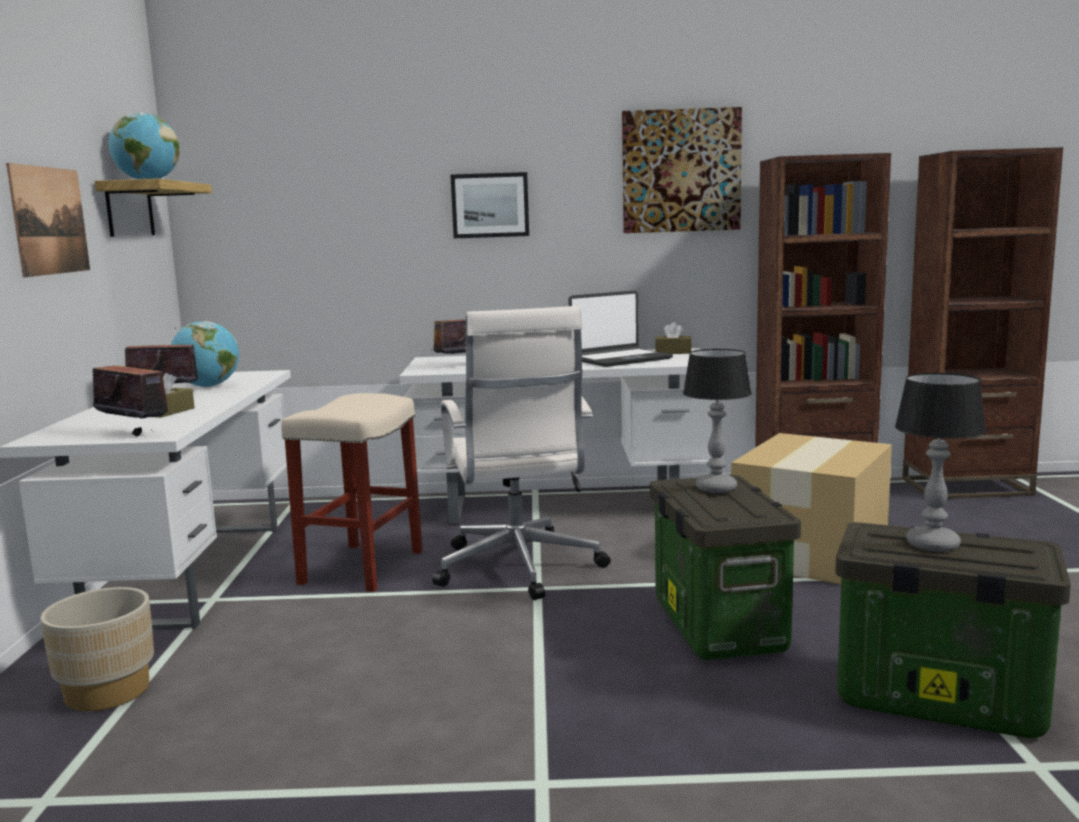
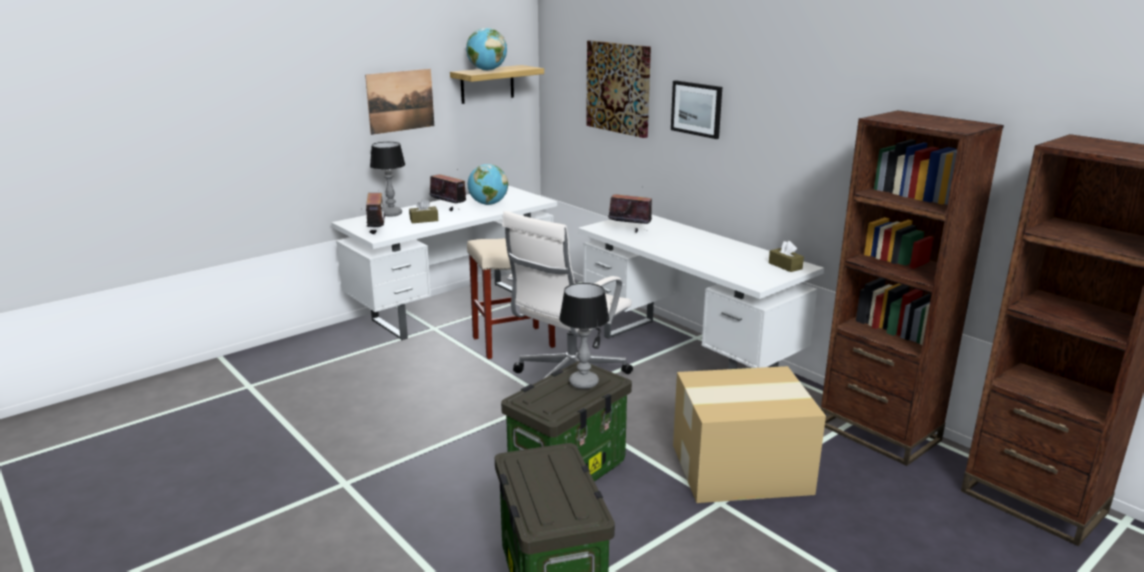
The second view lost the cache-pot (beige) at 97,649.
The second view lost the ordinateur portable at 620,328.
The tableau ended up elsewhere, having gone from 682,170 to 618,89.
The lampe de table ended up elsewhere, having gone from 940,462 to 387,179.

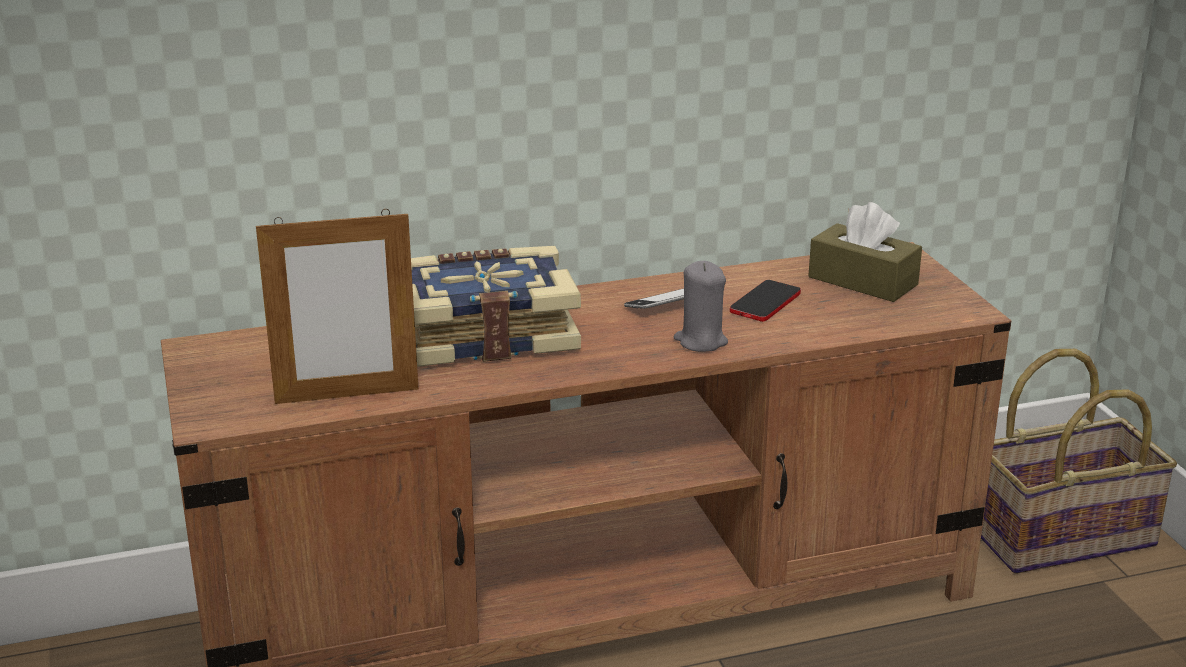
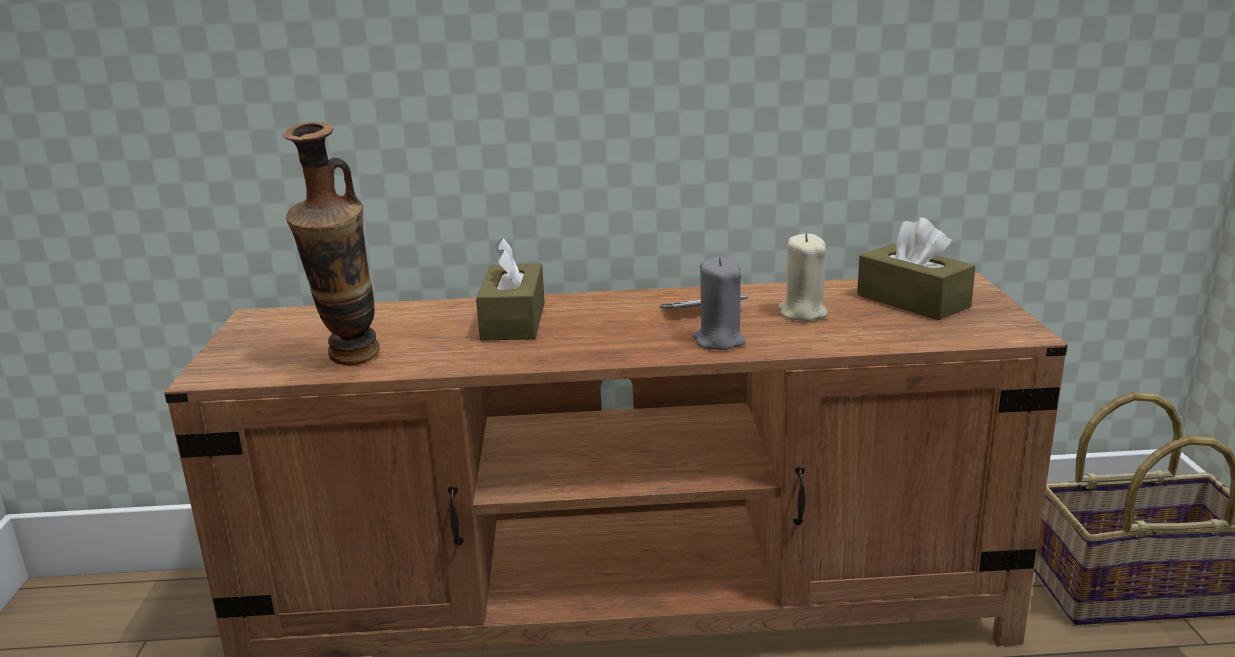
Where the cadre photo stood at 337,306, the vase came to stand at 331,244.
Where the livre stood at 496,306, the boîte à mouchoirs (marron) came to stand at 510,289.
Where the téléphone stood at 765,301, the bougie (beige) came to stand at 803,277.

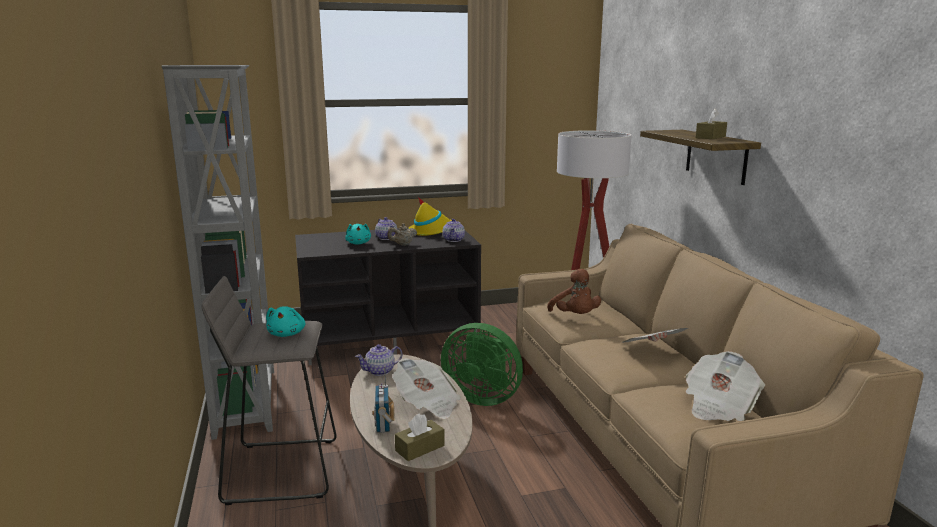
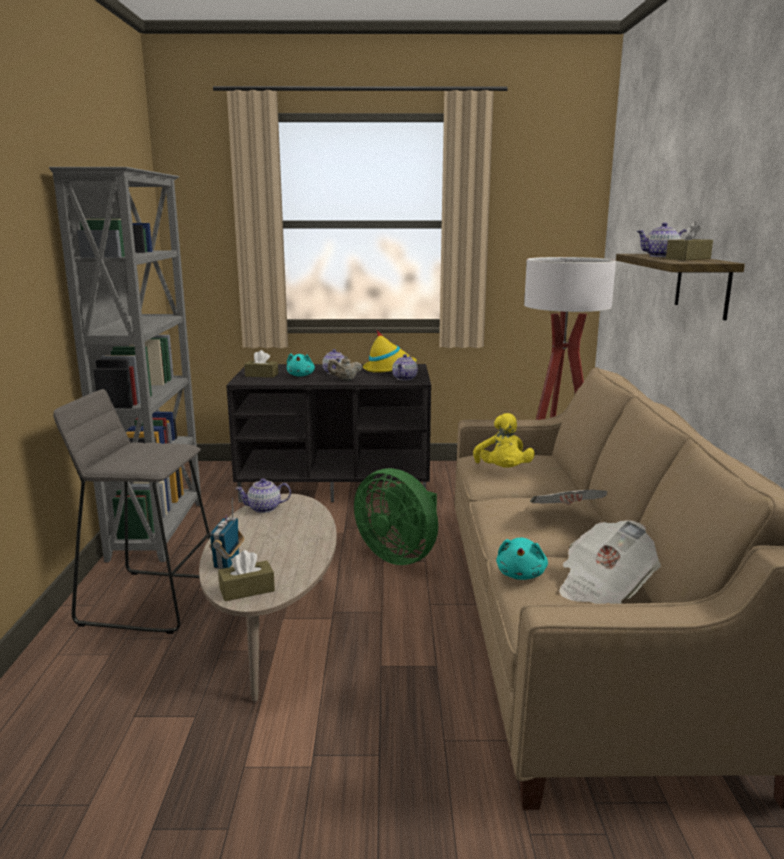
The peluche (turquoise) ended up elsewhere, having gone from 285,321 to 522,559.
The second view lost the journal at 426,388.
What was the peluche (marron) at 574,291 turned into the peluche (jaune) at 504,440.
The second view gained the boîte à mouchoirs (marron) at 261,364.
The second view gained the théière at 661,240.

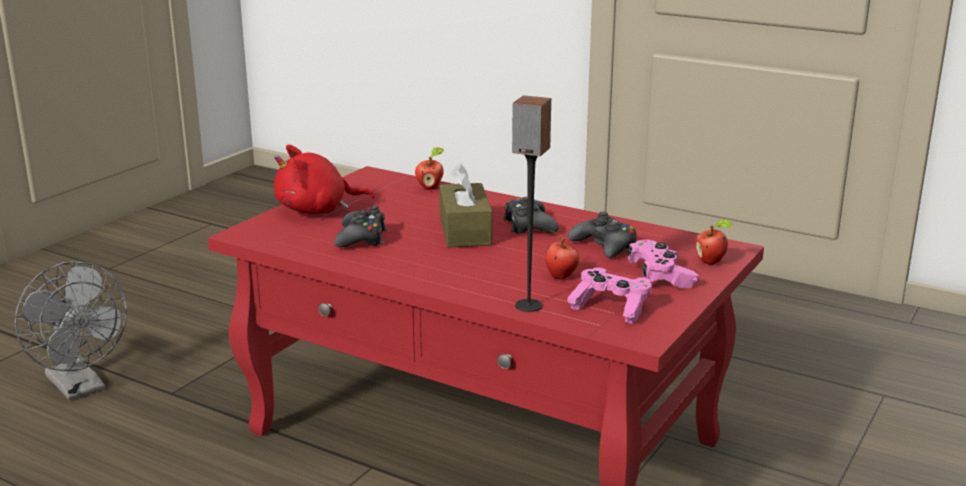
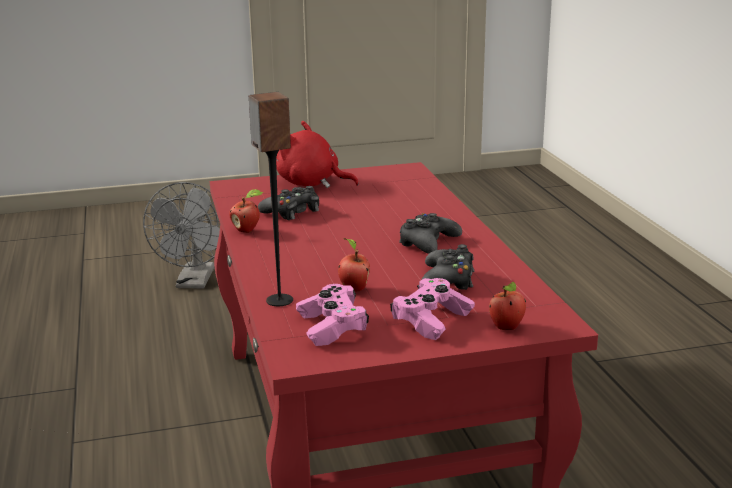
The pomme ended up elsewhere, having gone from 429,168 to 246,211.
The second view lost the boîte à mouchoirs (marron) at 465,205.

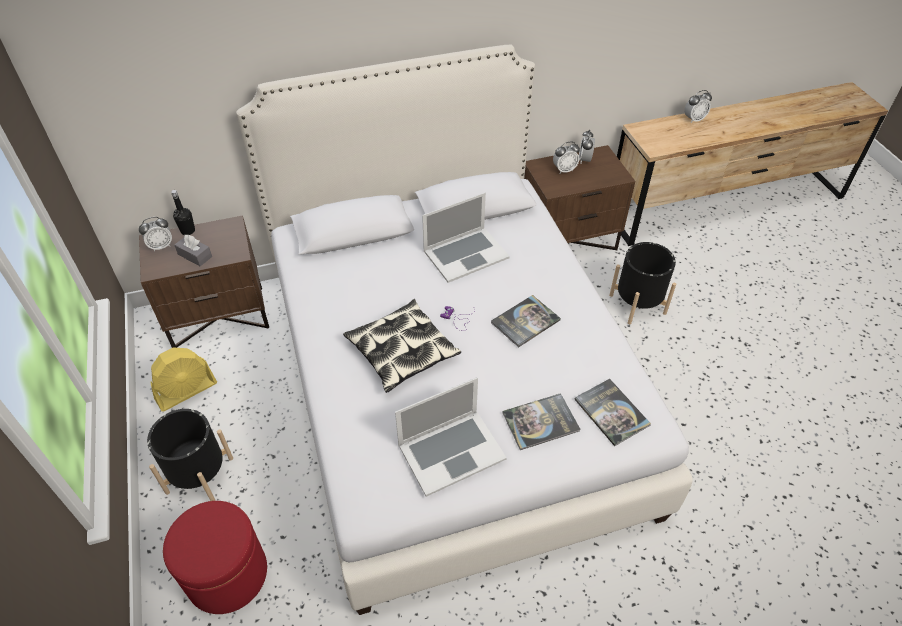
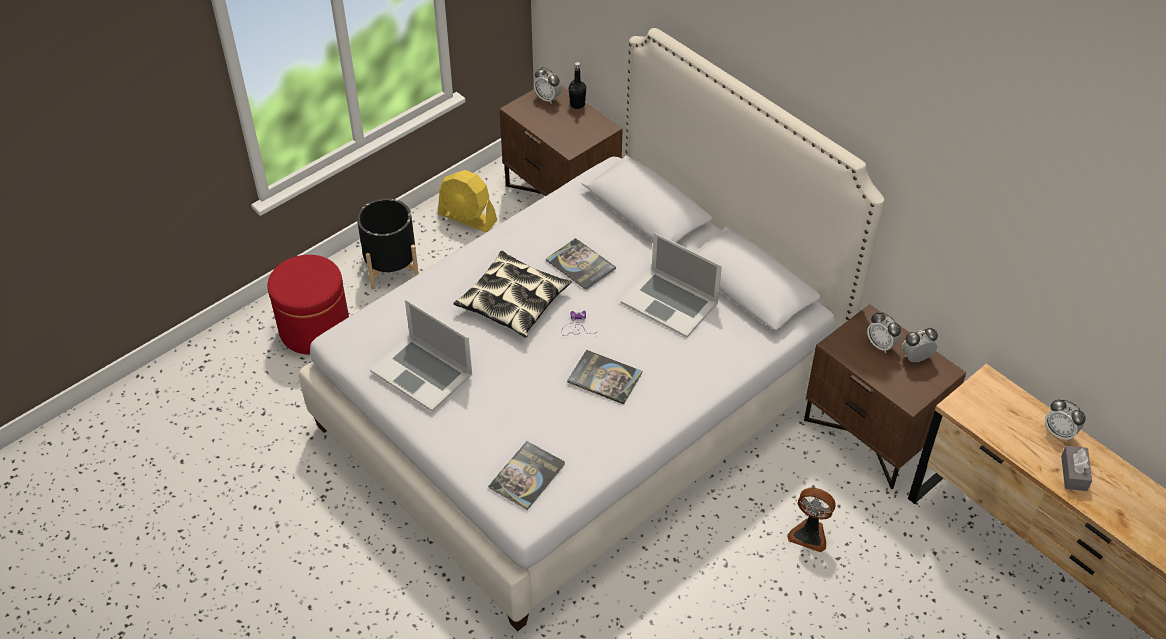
The boîte à mouchoirs (gris) ended up elsewhere, having gone from 193,250 to 1076,468.
The livre ended up elsewhere, having gone from 541,421 to 581,264.
Where the cache-pot (noir) stood at 642,283, the ventilateur came to stand at 811,520.

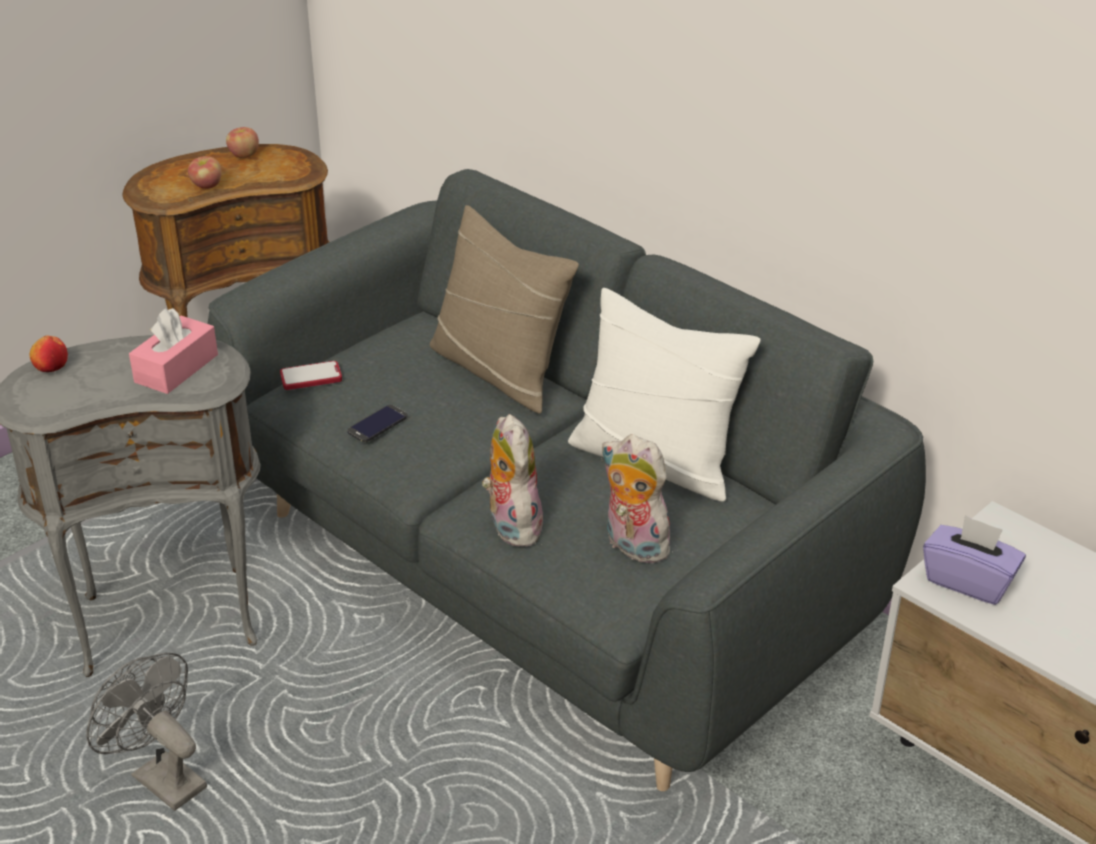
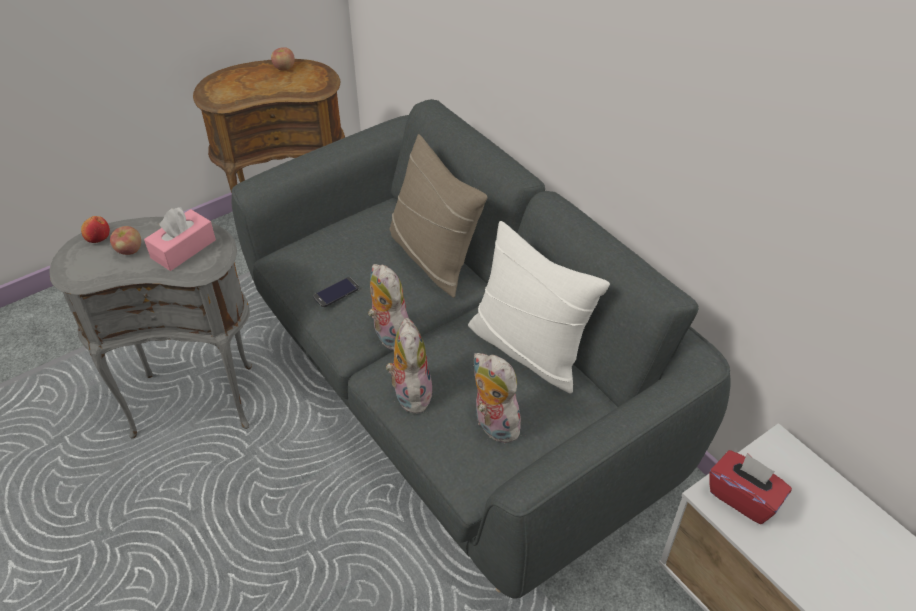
The second view lost the ventilateur (gris) at 147,732.
The pomme ended up elsewhere, having gone from 204,172 to 125,240.
The second view lost the téléphone at 311,375.
What was the boîte à mouchoirs (violet) at 974,560 turned into the boîte à mouchoirs (rouge) at 750,487.
The second view gained the peluche at 388,307.

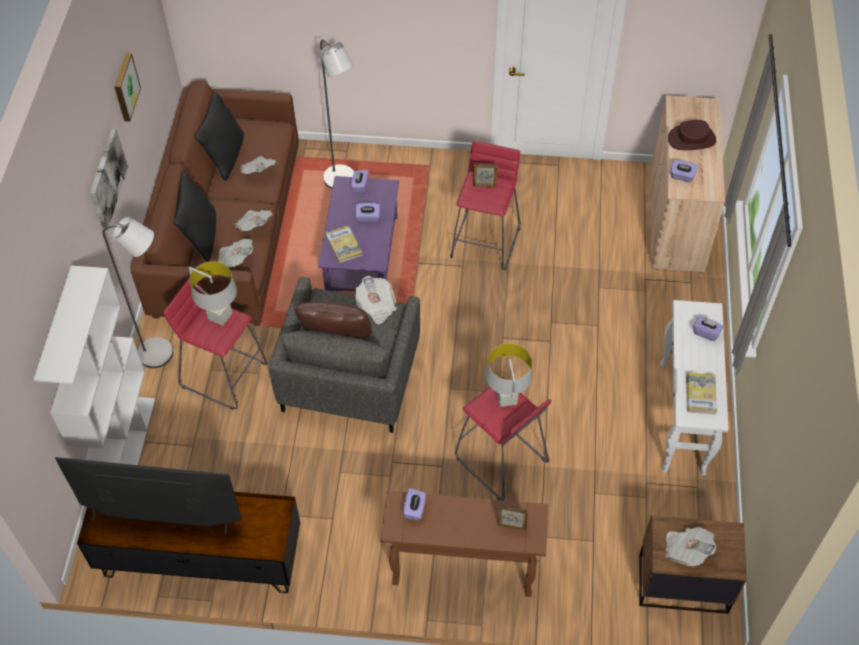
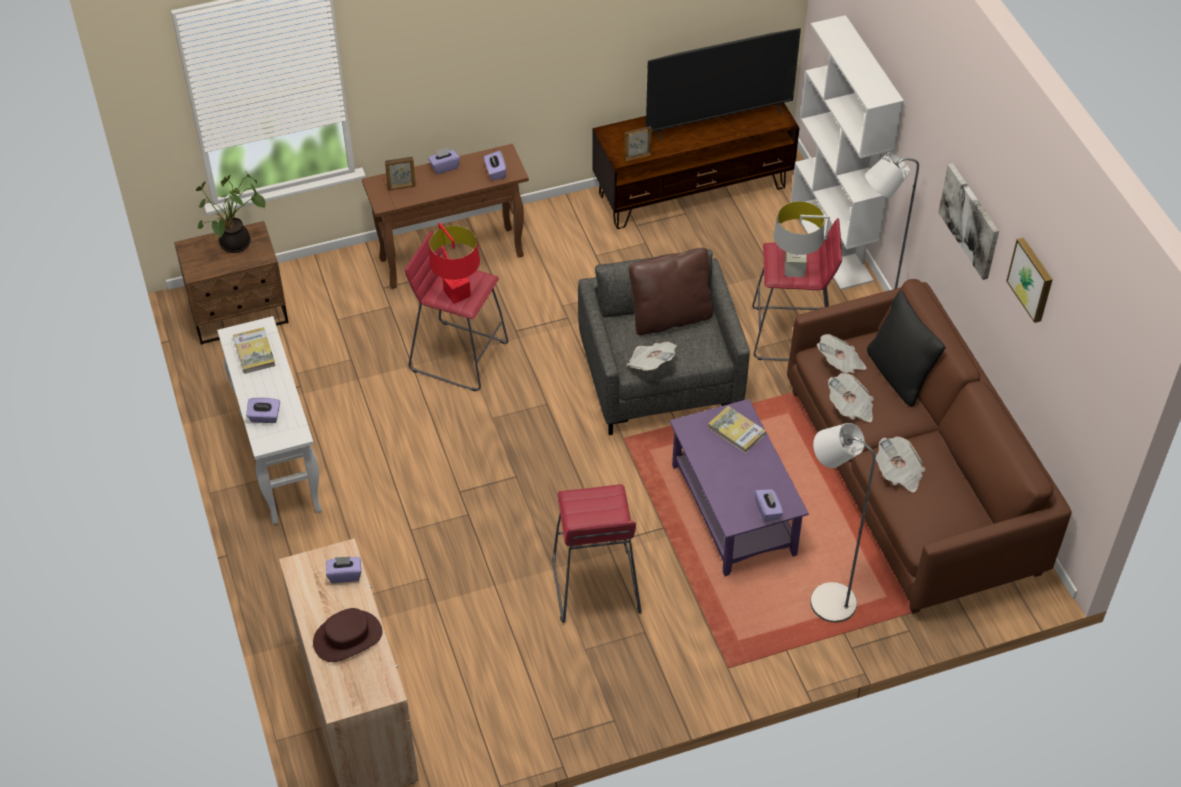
The second view lost the coussin (noir) at 219,136.
The boîte à mouchoirs (violet) ended up elsewhere, having gone from 368,212 to 444,161.
The cadre photo ended up elsewhere, having gone from 485,175 to 638,143.
What was the lampe de table (gris) at 508,375 turned into the lampe de table (rouge) at 454,263.
Where the journal stood at 690,546, the plante en pot came to stand at 231,212.

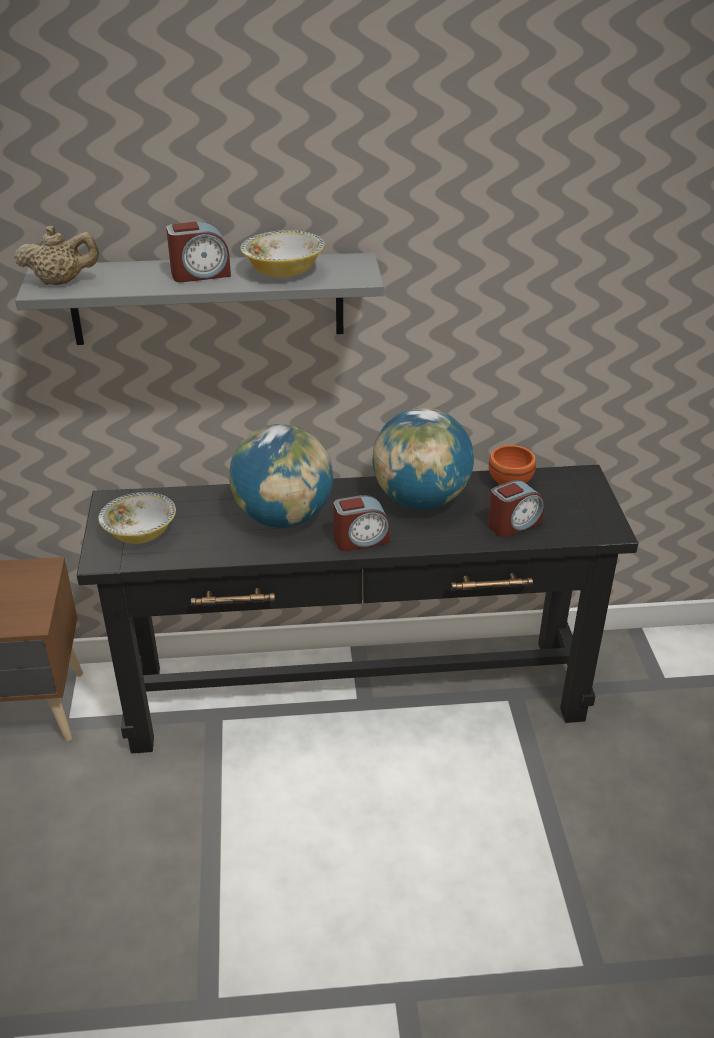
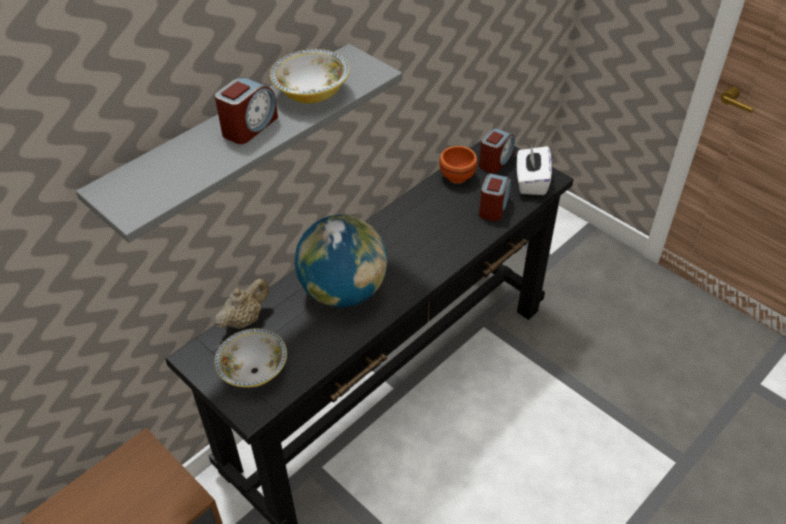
The théière (beige) ended up elsewhere, having gone from 56,255 to 242,304.
The réveil ended up elsewhere, having gone from 361,523 to 497,151.
The second view lost the globe at 423,458.
The second view gained the boîte à mouchoirs (blanc) at 534,170.

